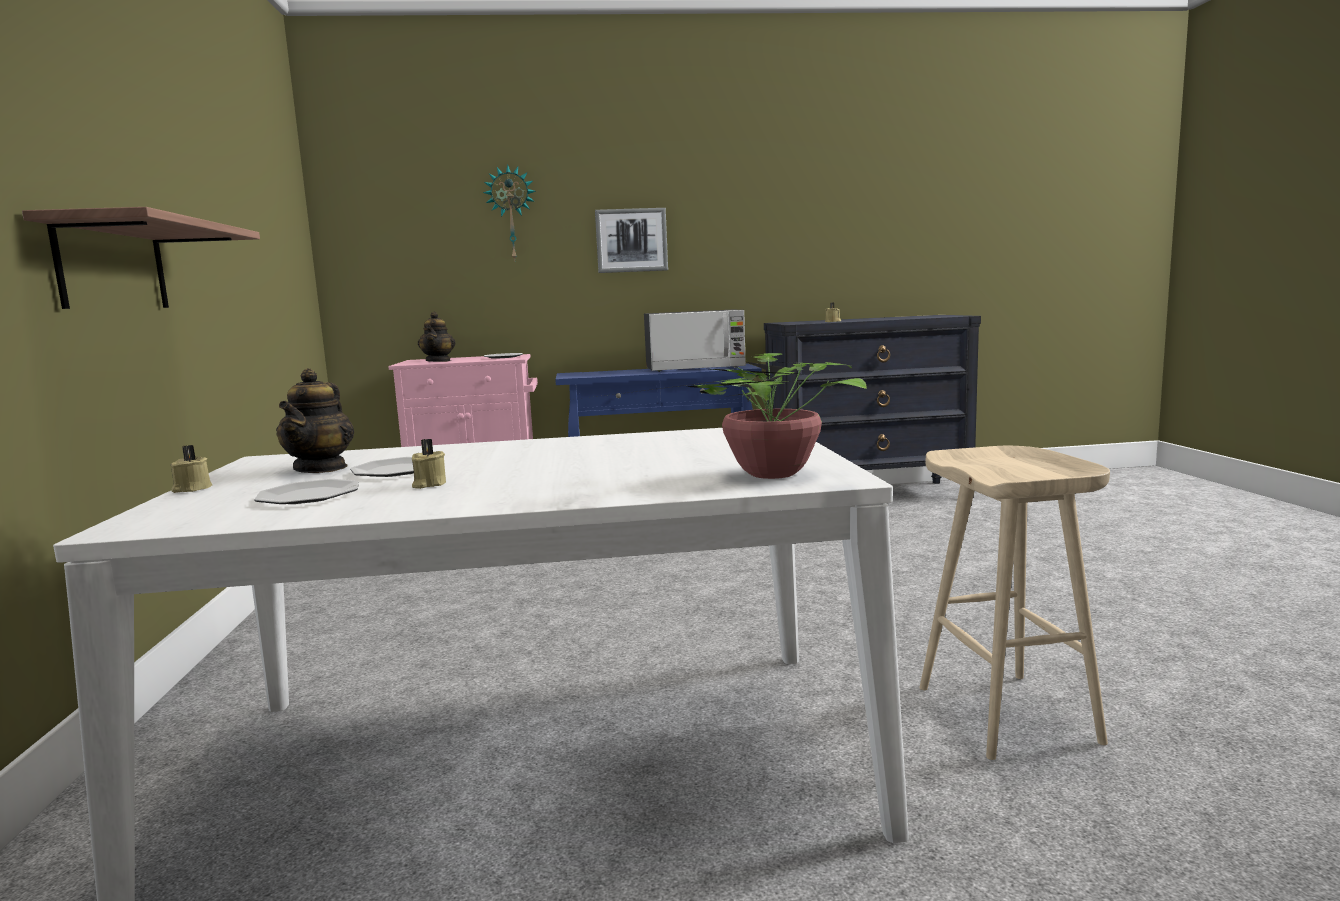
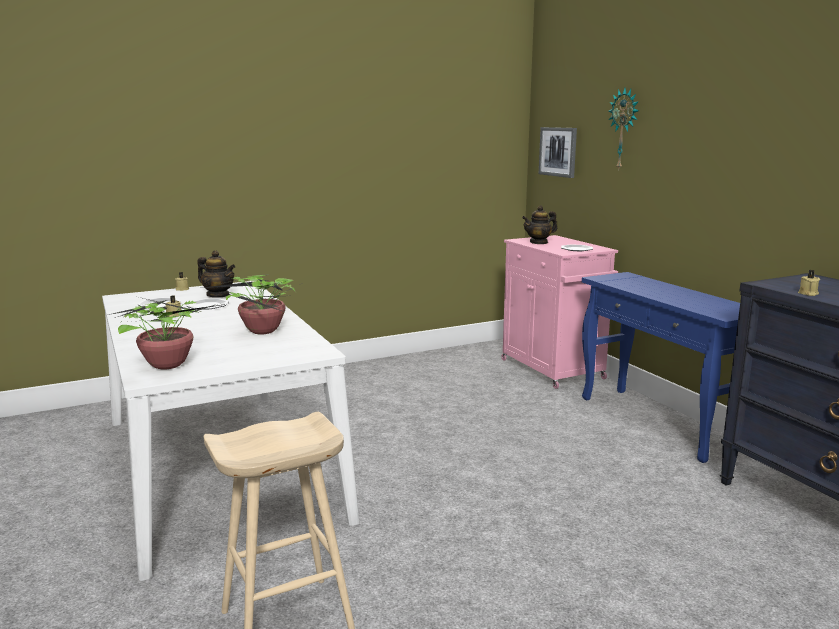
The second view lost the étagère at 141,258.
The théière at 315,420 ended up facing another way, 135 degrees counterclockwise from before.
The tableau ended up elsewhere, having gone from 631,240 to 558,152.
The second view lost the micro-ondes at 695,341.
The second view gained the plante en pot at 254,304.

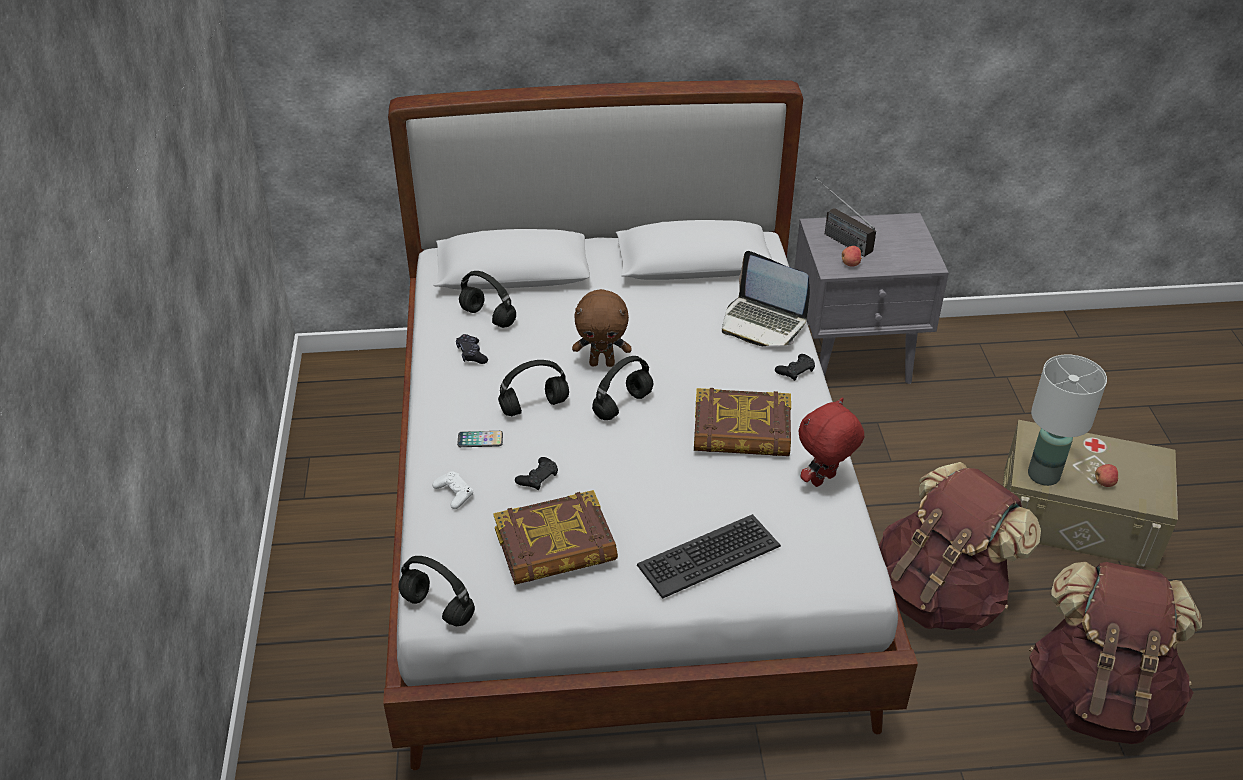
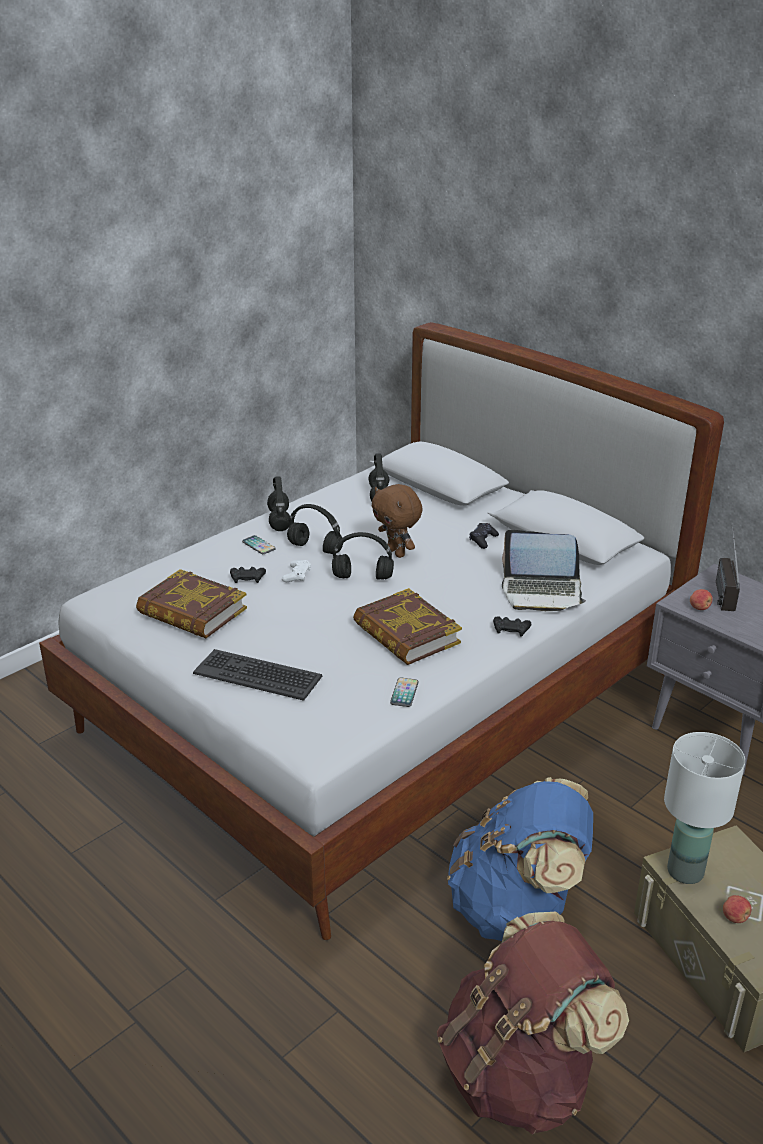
The casque audio (noir) ended up elsewhere, having gone from 436,591 to 278,503.
The manette (blanc) ended up elsewhere, having gone from 452,490 to 296,571.
The manette (noir) ended up elsewhere, having gone from 472,349 to 484,536.
The ordinateur portable at 766,298 ended up facing another way, 75 degrees counterclockwise from before.
Where the peluche (rouge) stood at 831,442, the téléphone came to stand at 404,692.
What was the sac à dos (marron) at 960,546 turned into the sac à dos (bleu) at 520,859.

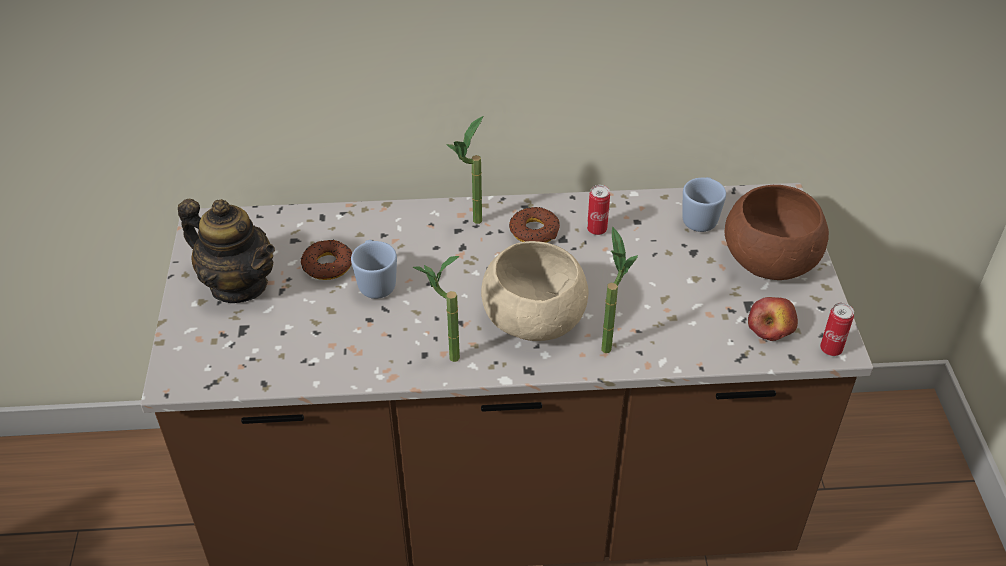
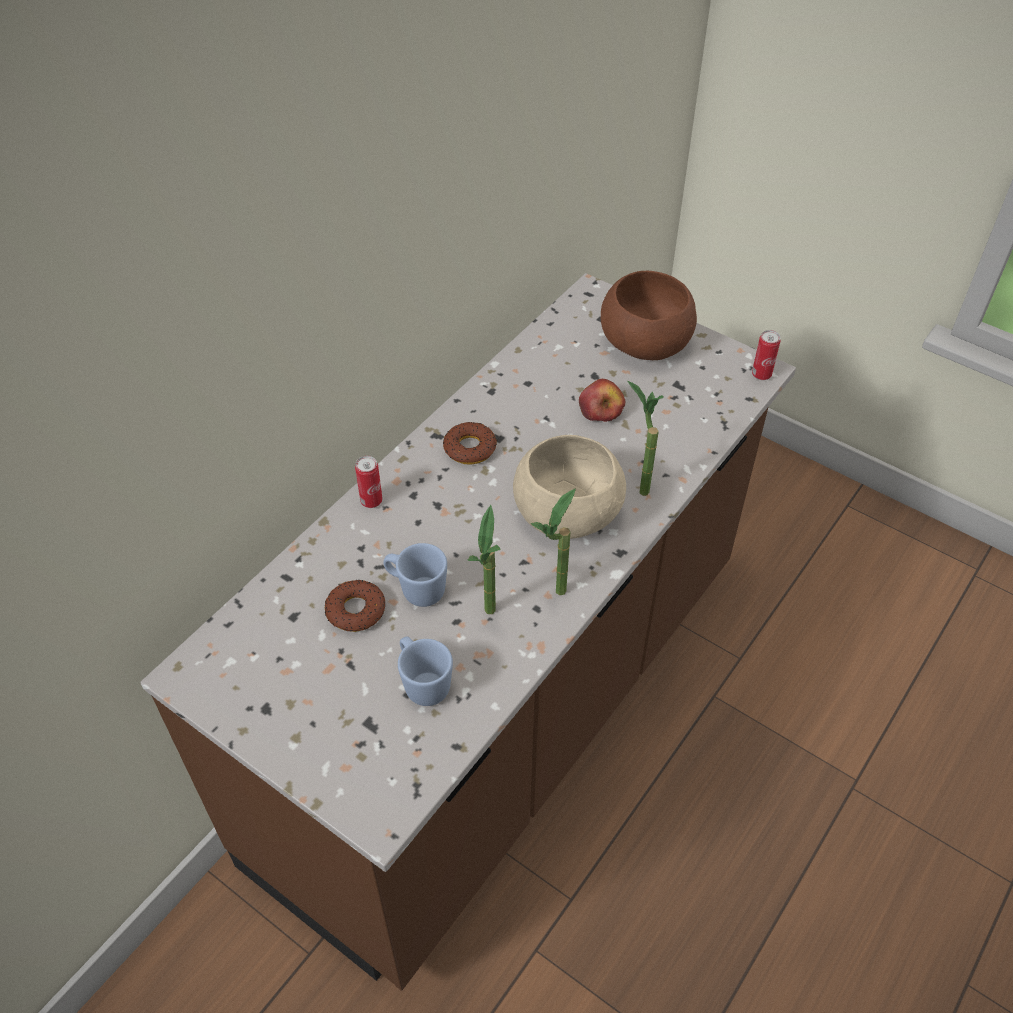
The second view lost the théière at 226,251.
The plante en pot ended up elsewhere, having gone from 464,170 to 484,559.
The boîte métallique ended up elsewhere, having gone from 598,210 to 368,482.
The mug (bleu) ended up elsewhere, having gone from 704,204 to 425,671.
The pomme ended up elsewhere, having gone from 773,319 to 602,400.

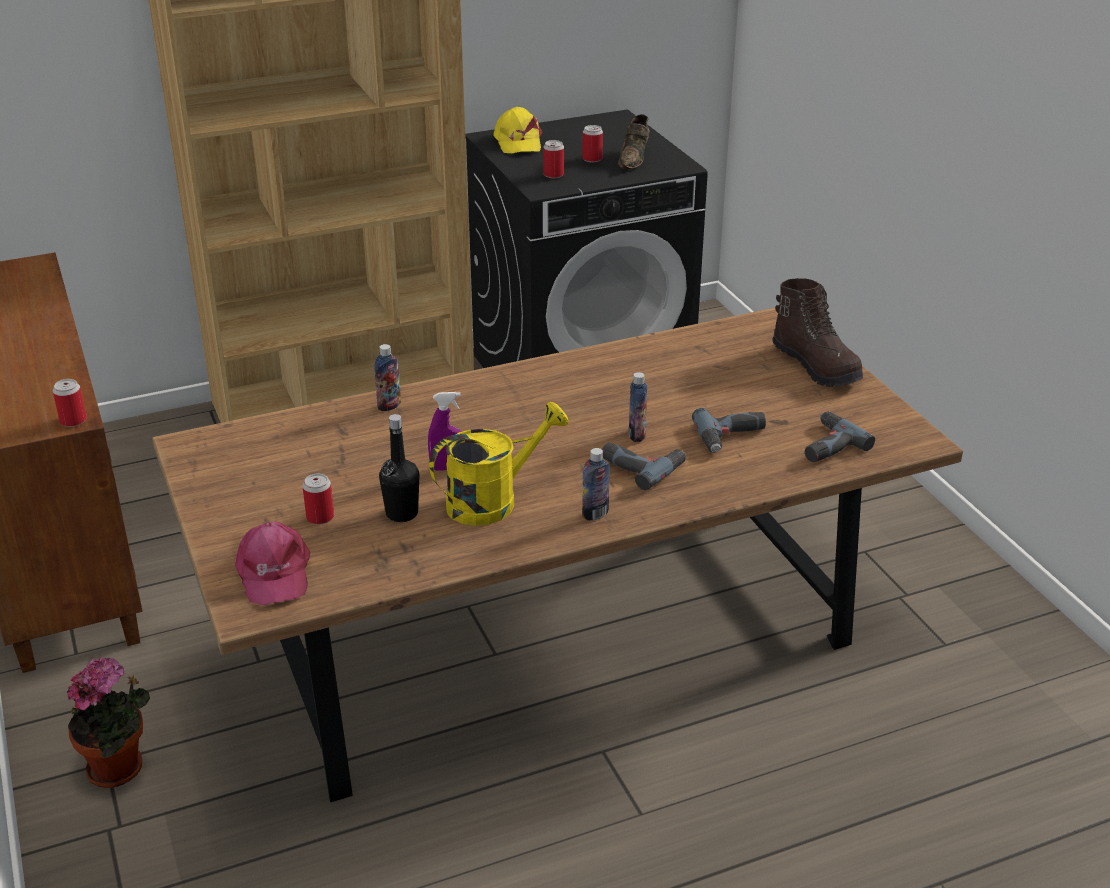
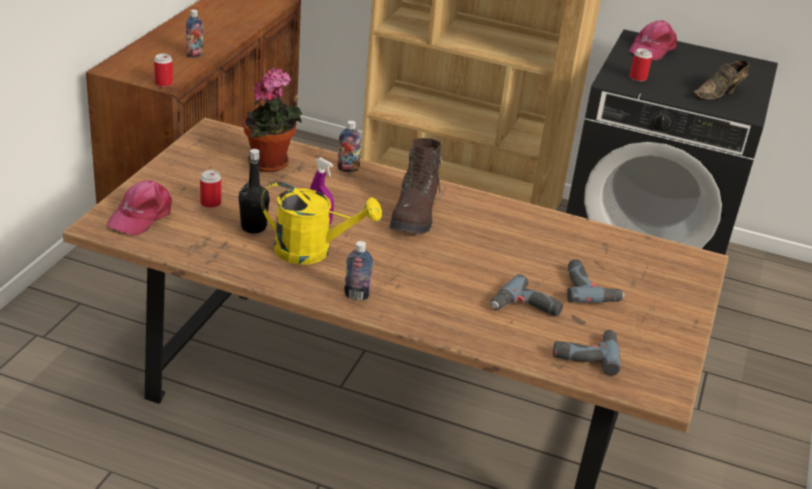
The plante en pot ended up elsewhere, having gone from 108,722 to 272,120.
What was the casquette (jaune) at 517,130 turned into the casquette (rose) at 653,40.
The second view lost the boîte métallique at 592,143.
The perceuse ended up elsewhere, having gone from 644,466 to 596,281.
The bouteille ended up elsewhere, having gone from 638,407 to 194,33.
The botte (marron) ended up elsewhere, having gone from 817,332 to 416,186.

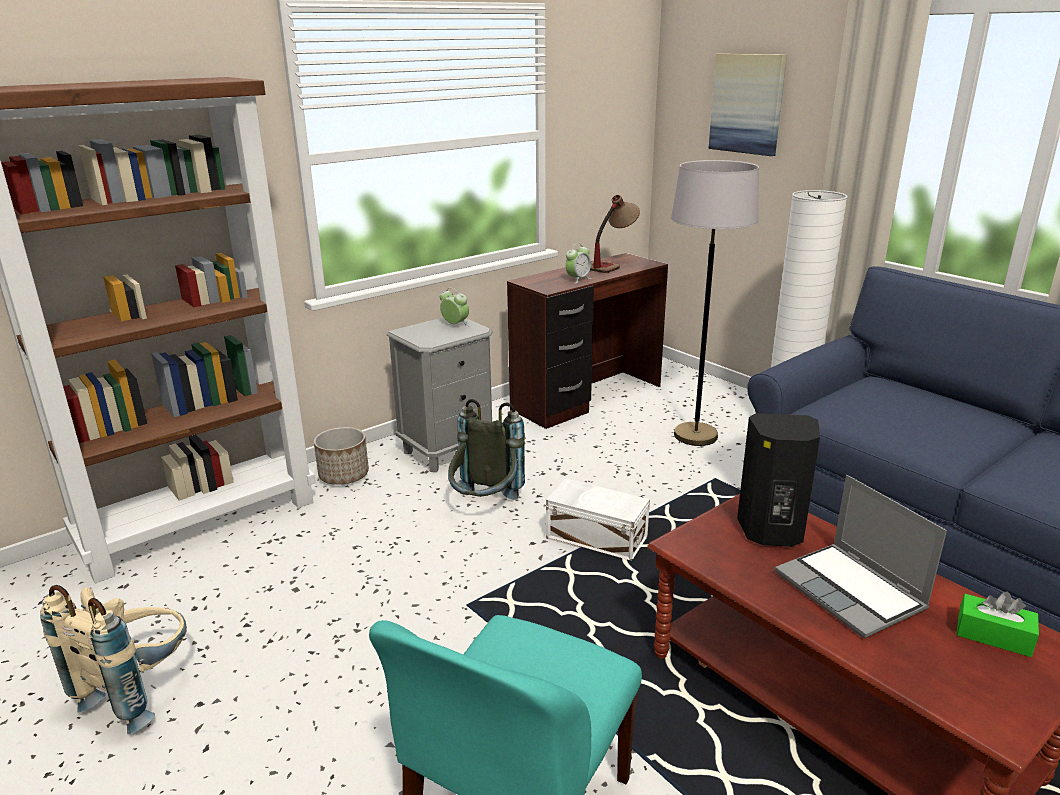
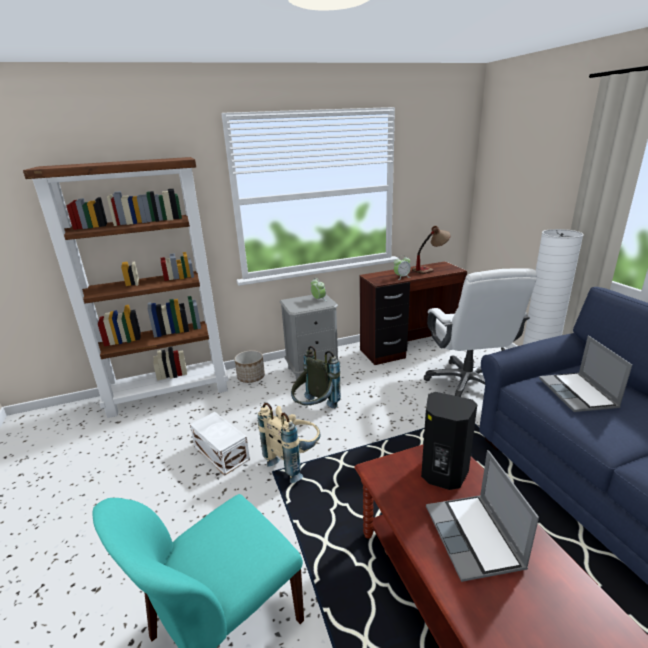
The sac à dos (beige) ended up elsewhere, having gone from 113,659 to 289,443.
The boîte de rangement (blanc) ended up elsewhere, having gone from 598,520 to 220,443.
Where the lampadaire (gris) stood at 715,303, the chaise de bureau (blanc) came to stand at 480,332.
The second view lost the tableau at 747,104.
The second view lost the boîte à mouchoirs (vert) at 998,624.
The second view gained the ordinateur portable at 585,373.

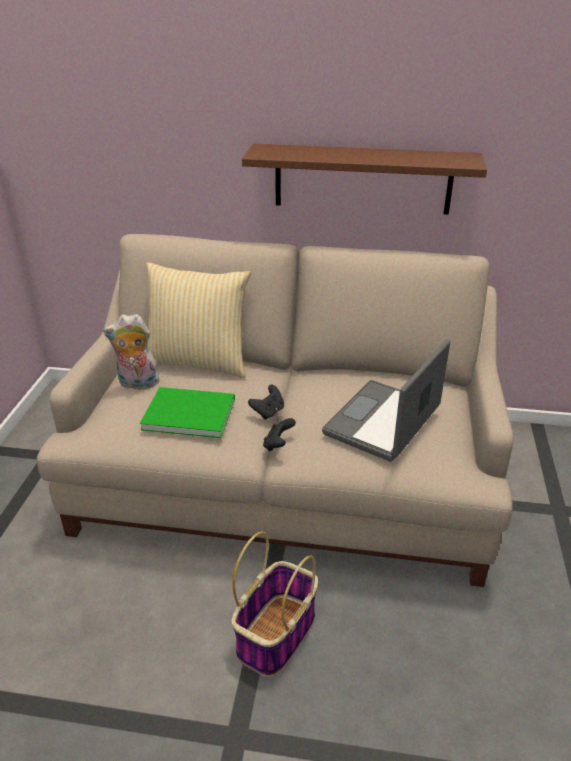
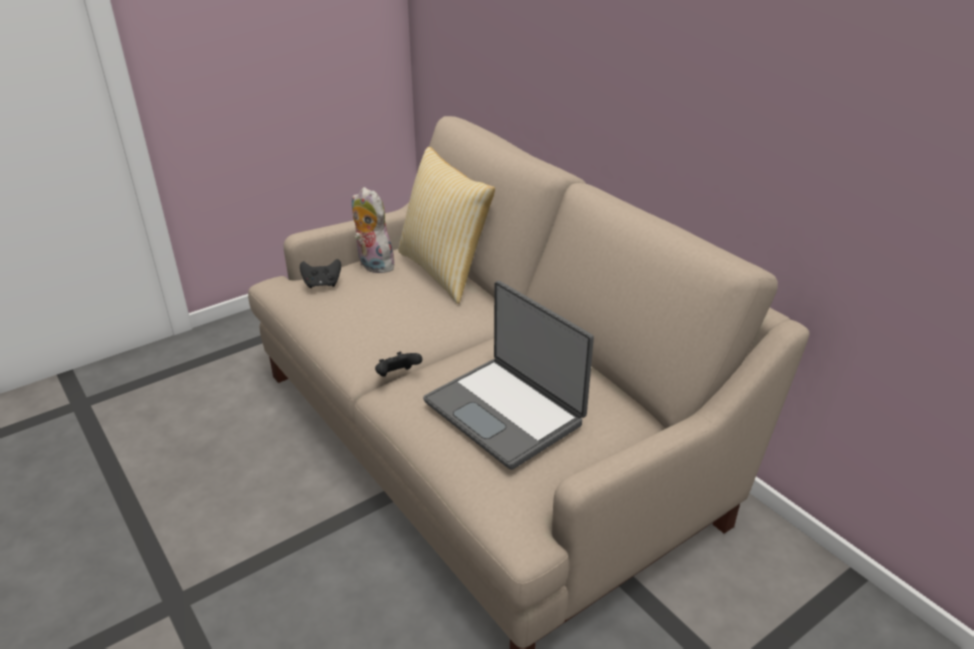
The second view lost the livre (vert) at 187,412.
The second view lost the panier at 275,604.
The second view lost the étagère (marron) at 364,179.
The manette (noir) ended up elsewhere, having gone from 266,402 to 320,273.
The ordinateur portable at 386,400 ended up facing another way, 120 degrees counterclockwise from before.

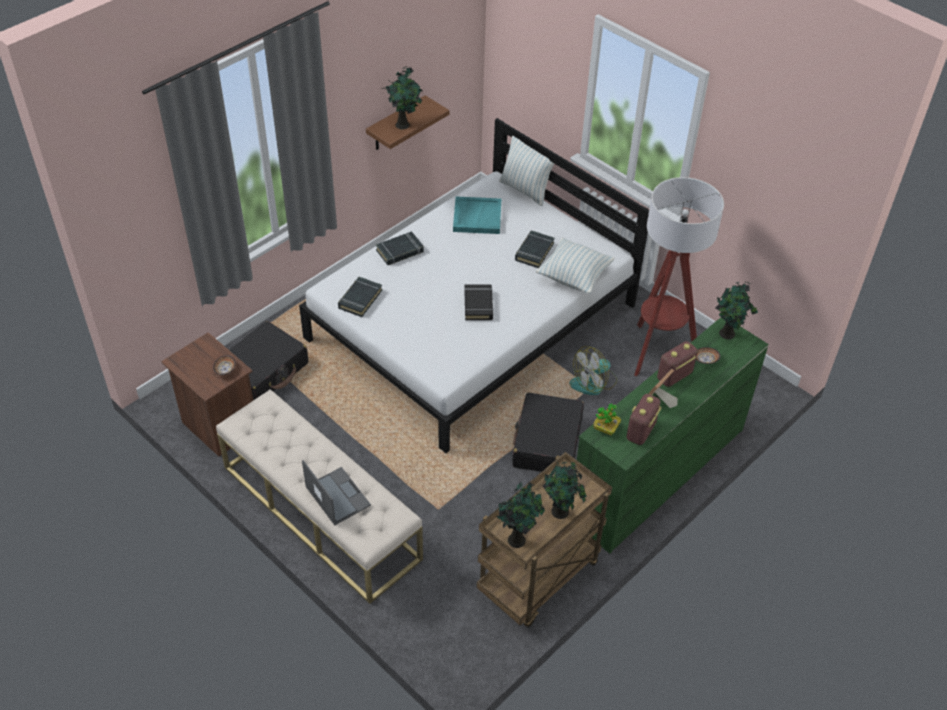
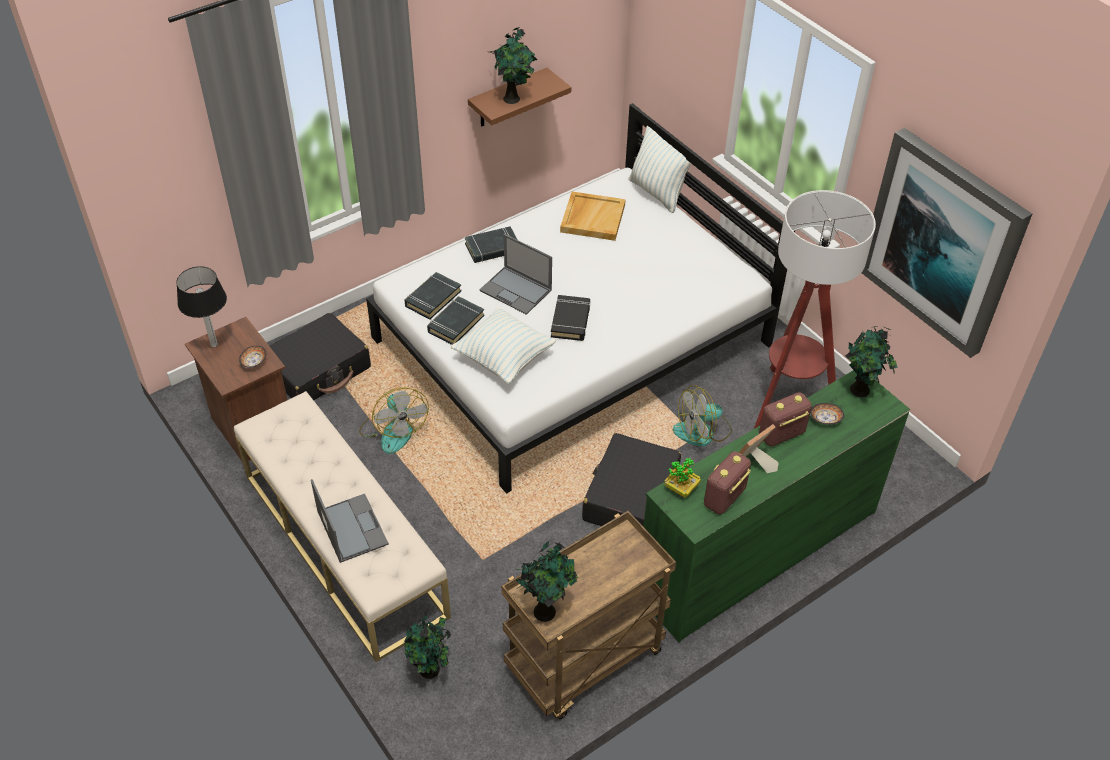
What was the plateau (turquoise) at 477,215 turned into the plateau (beige) at 593,216.
The livre (noir) ended up elsewhere, having gone from 535,249 to 456,320.
The coussin ended up elsewhere, having gone from 575,266 to 503,345.
The plante en pot ended up elsewhere, having gone from 565,489 to 427,646.
The second view gained the lampe de table at 201,306.
The second view gained the ventilateur at 394,420.
The second view gained the ordinateur portable at 516,274.
The second view gained the tableau at 946,243.

